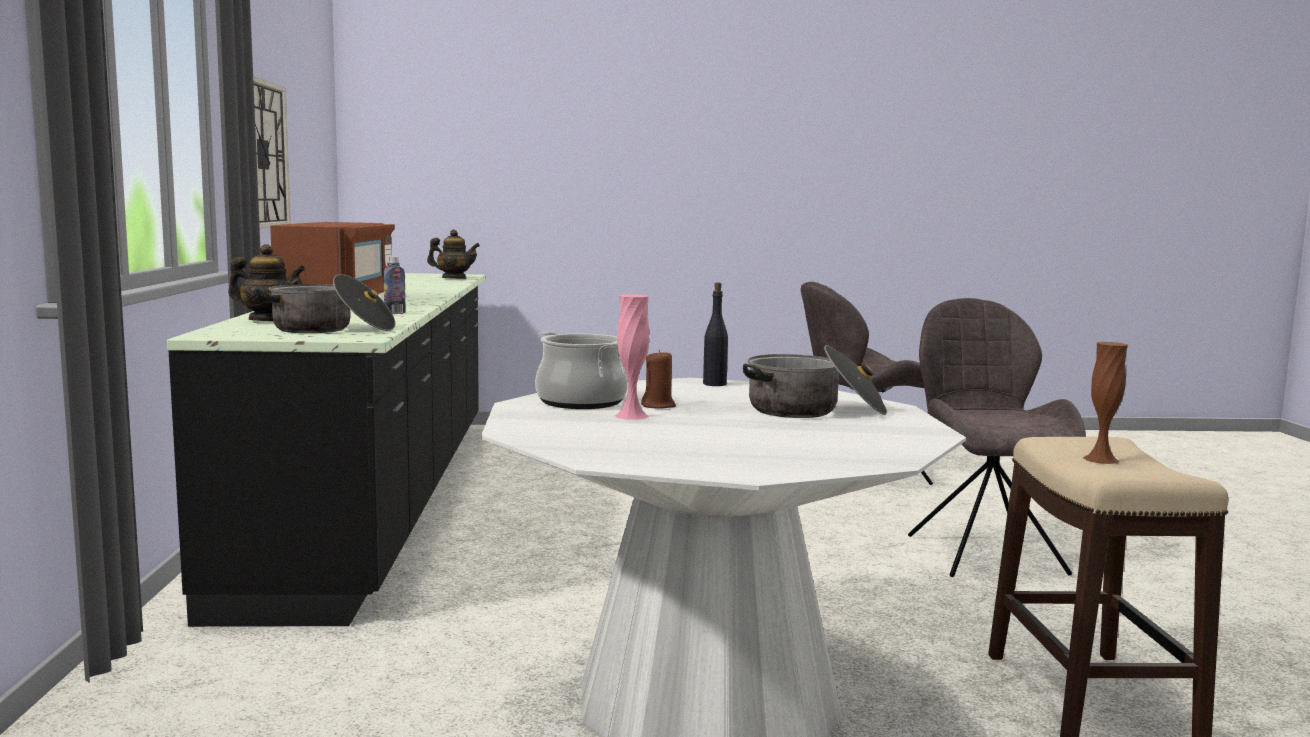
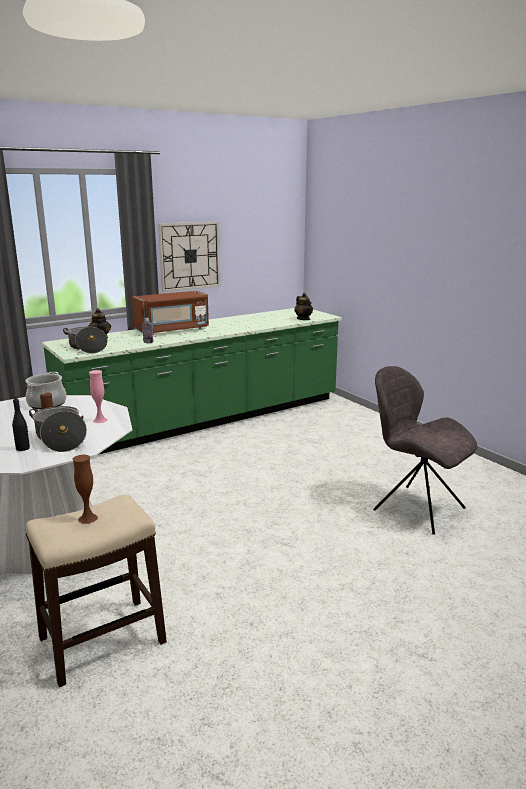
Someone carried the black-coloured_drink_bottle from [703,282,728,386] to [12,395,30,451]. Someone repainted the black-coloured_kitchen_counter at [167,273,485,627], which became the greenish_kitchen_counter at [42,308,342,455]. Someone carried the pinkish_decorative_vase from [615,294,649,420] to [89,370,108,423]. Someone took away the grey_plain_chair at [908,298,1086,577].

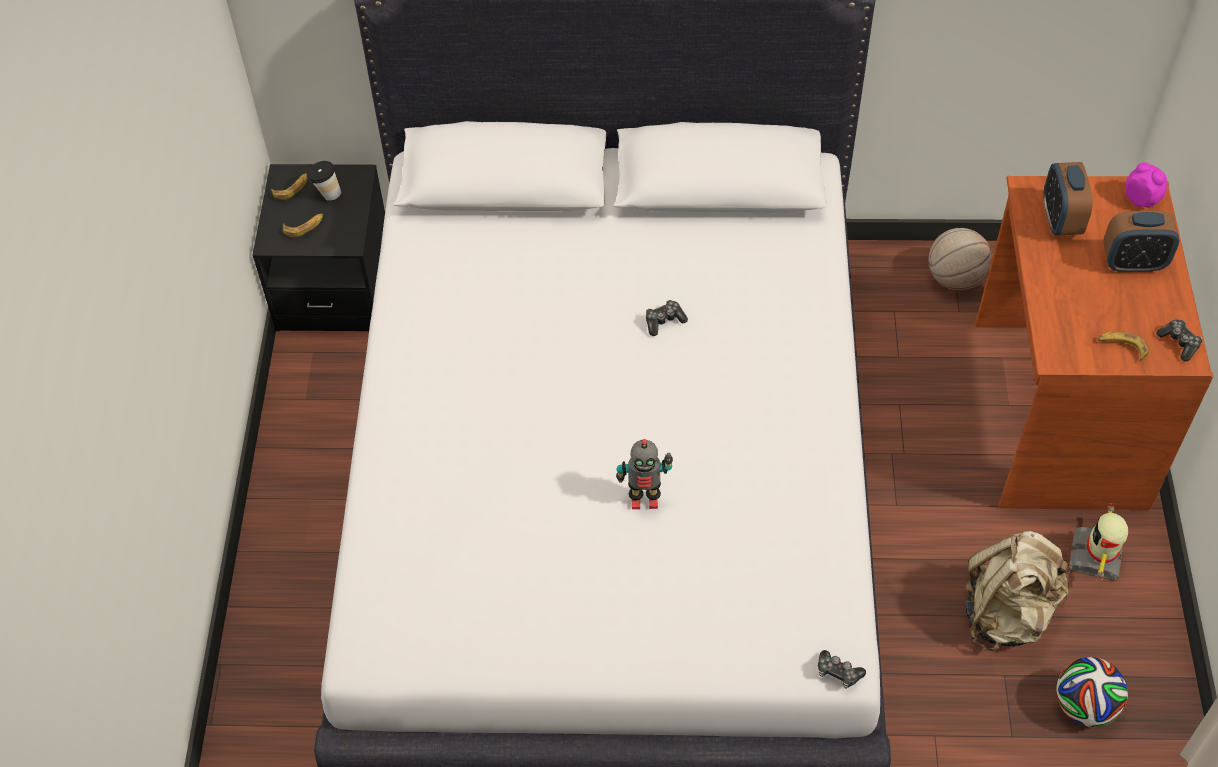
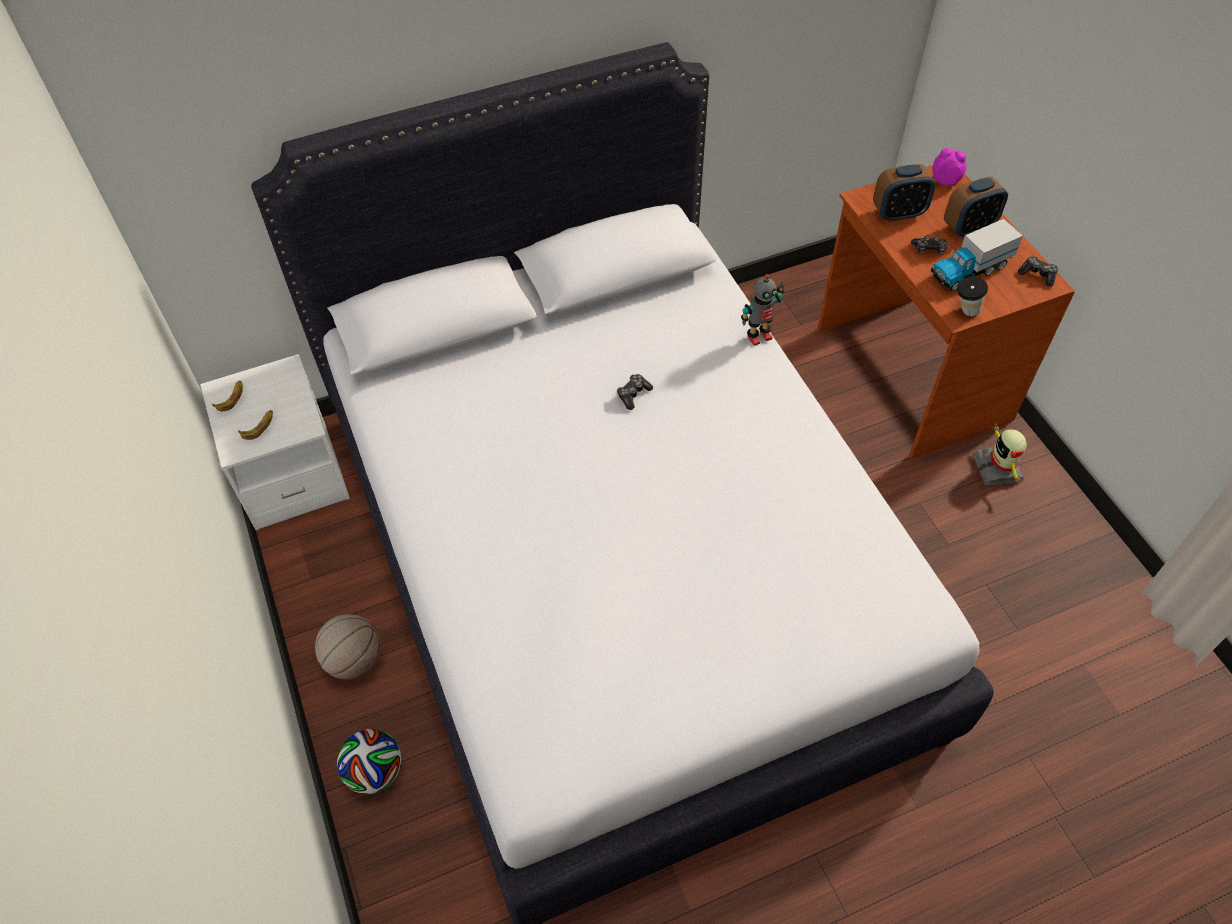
Someone repainted the black-coloured_bedside_table at [252,164,385,331], which became the white-coloured_bedside_table at [200,354,350,530]. Someone carried the basketball_ball from [928,228,993,290] to [315,614,382,679]. Someone carried the football from [1056,657,1128,727] to [337,729,401,794]. Someone carried the model_robot from [616,439,673,509] to [741,274,784,346]. Someone rotated the alarm_clock at [1043,162,1093,236] by 75 degrees counterclockwise. Someone carried the game_controller from [818,650,866,688] to [911,235,948,255]. Someone put down the model_truck at [931,219,1023,291]. Someone carried the cup from [307,161,341,201] to [957,277,988,316]. Someone took away the beige-coloured_backpack at [966,531,1072,651]. Someone took away the banana at [1098,331,1149,362].

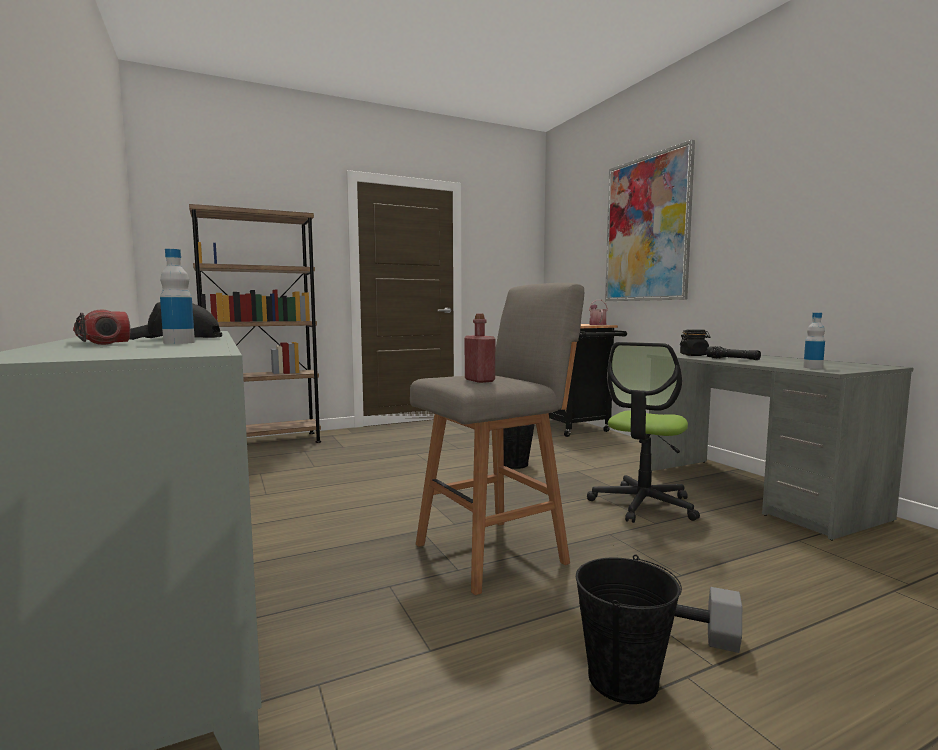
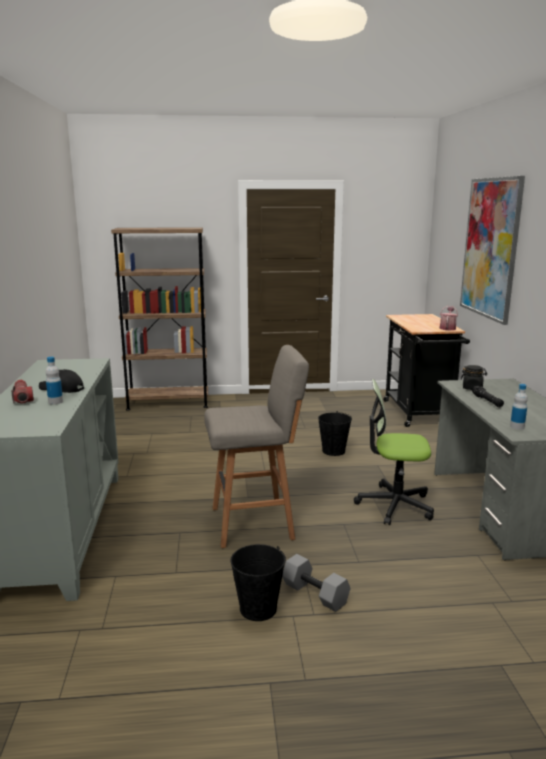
Someone rotated the office_chair at [587,342,700,523] by 45 degrees clockwise. Someone took away the red-coloured_drink_bottle at [464,314,496,383].

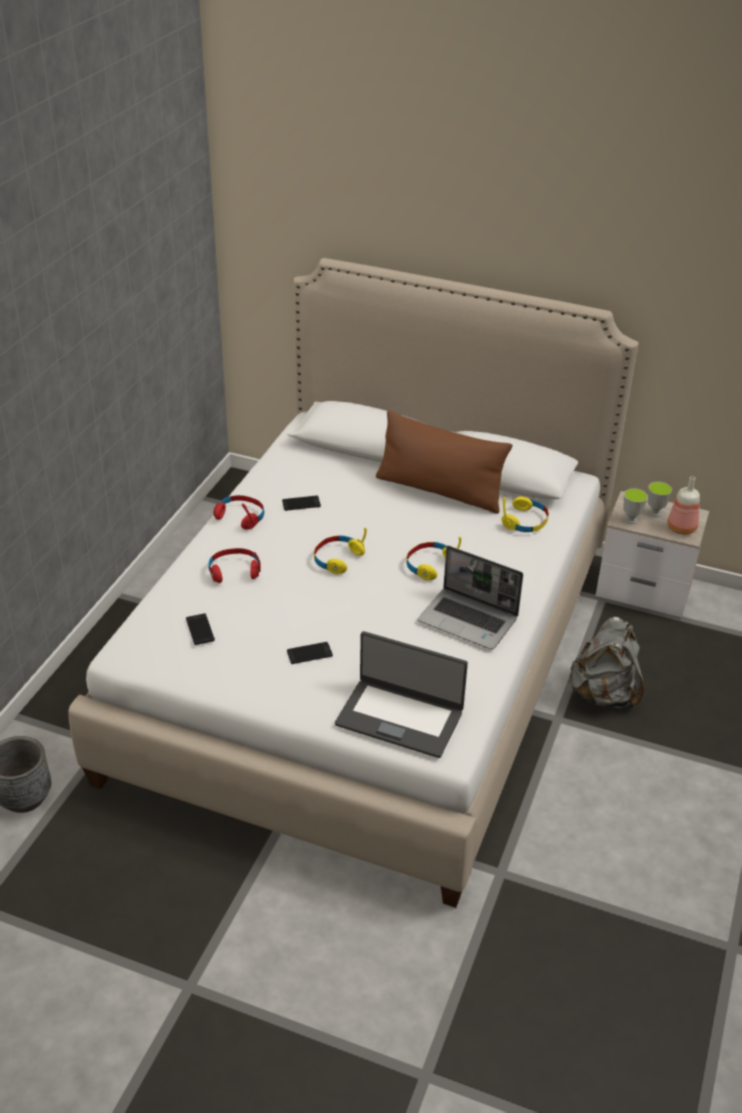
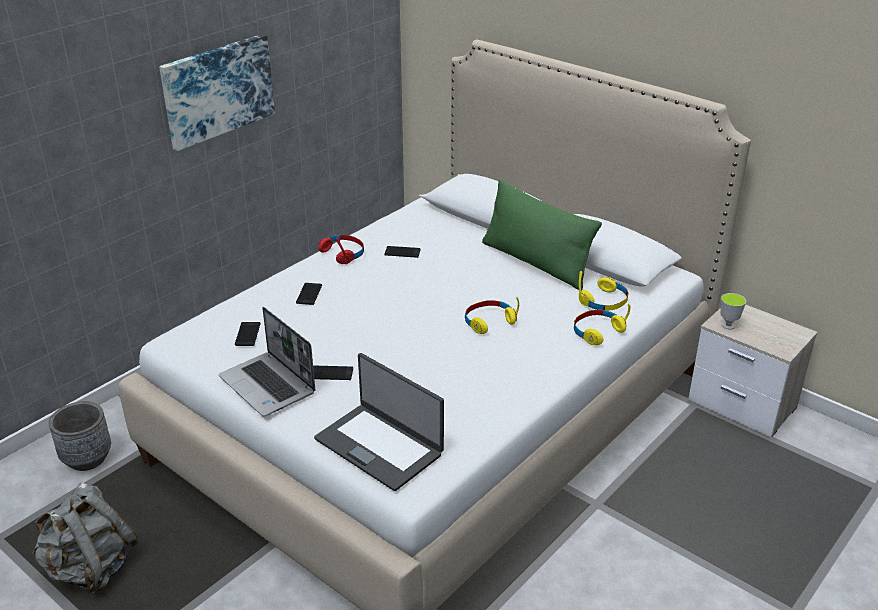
Someone carried the grey_backpack from [568,617,644,710] to [32,483,138,594]. Someone put up the wall_art at [159,34,275,151]. Someone carried the portable_computer from [418,546,523,650] to [219,307,316,417]. Someone swapped the red-coloured_headset at [208,548,261,583] for the phone at [296,283,322,305]. Someone repainted the brownish_throw_pillow at [376,410,513,514], which became the greenish_throw_pillow at [482,180,602,290]. Someone carried the yellow-coloured_headset from [314,527,367,574] to [574,304,631,345]. Someone took away the cup at [648,482,672,517]. Someone took away the drink_bottle at [668,476,700,535].

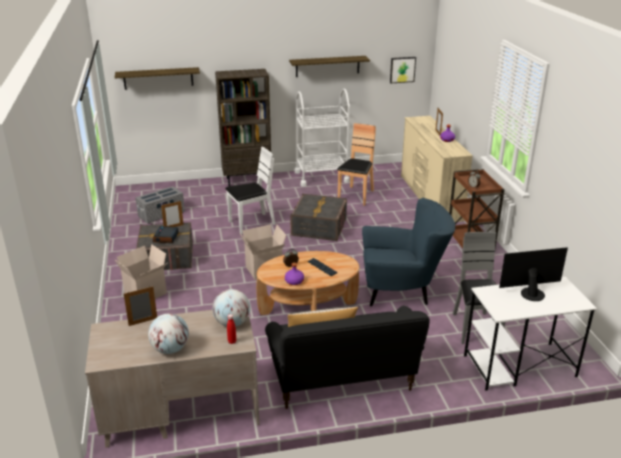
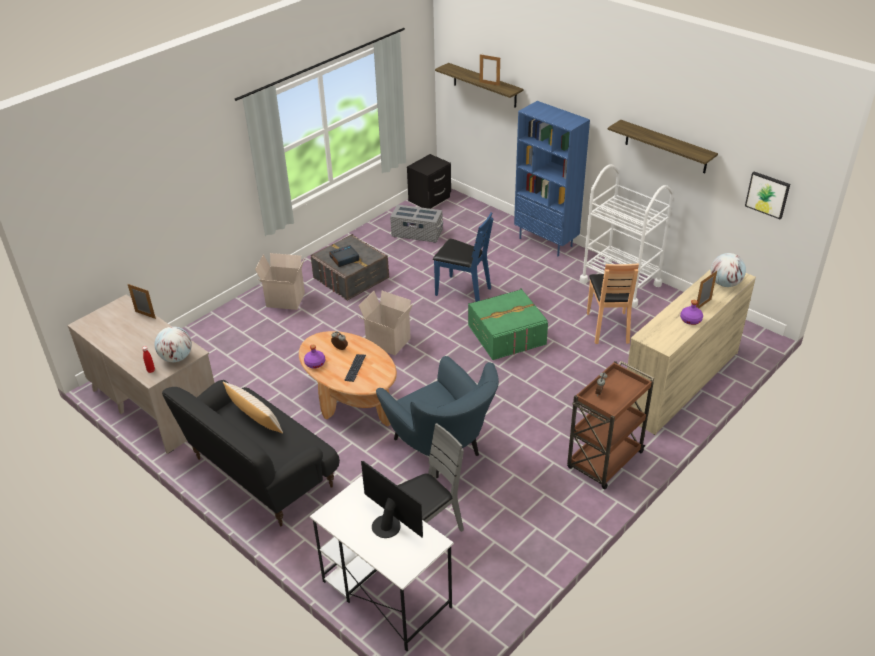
Someone put down the black-coloured_bedside_table at [407,154,451,209]. Someone repainted the white-coloured_plain_chair at [225,146,276,234], which became the bluish_plain_chair at [433,213,494,302]. Someone repainted the grey_storage_container at [290,194,347,241], which became the greenish_storage_container at [468,289,548,360]. Someone carried the photo_frame from [161,201,183,227] to [480,54,500,86]. Someone repainted the brownish_bookshelf at [215,69,271,186], which became the bluish_bookshelf at [514,101,590,256]. Someone rotated the brownish_plain_chair at [337,123,376,206] by 105 degrees clockwise. Someone carried the globe from [148,314,189,354] to [710,253,746,287].

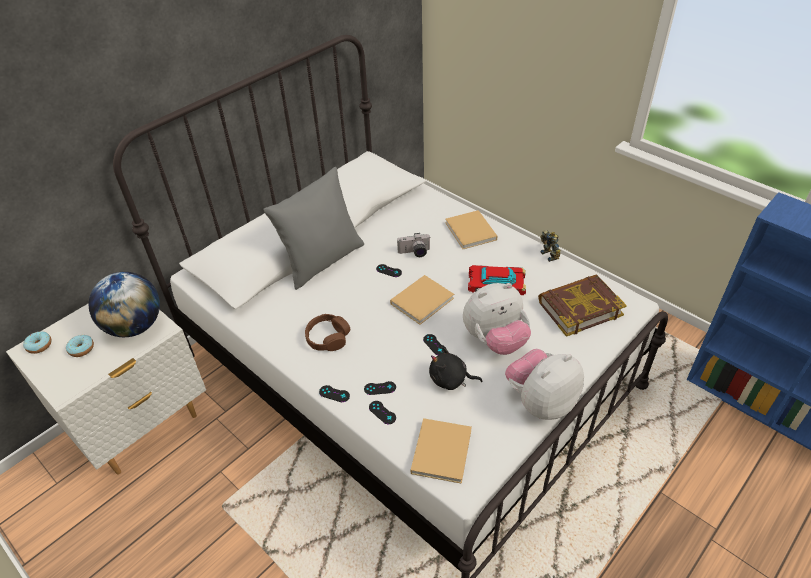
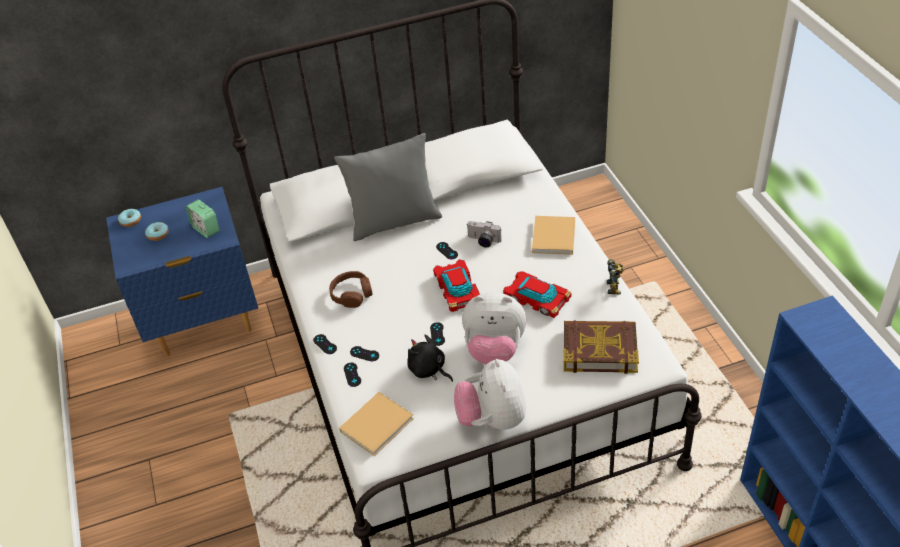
Someone repainted the white-coloured_bedside_table at [6,303,206,474], which became the bluish_bedside_table at [106,187,258,356]. Someone swapped the globe at [89,272,160,337] for the alarm_clock at [186,200,219,238]. Someone swapped the beige-coloured_bound_book at [390,275,454,325] for the toy_car at [433,259,480,312]. Someone rotated the plush_toy at [505,349,584,420] by 90 degrees counterclockwise.

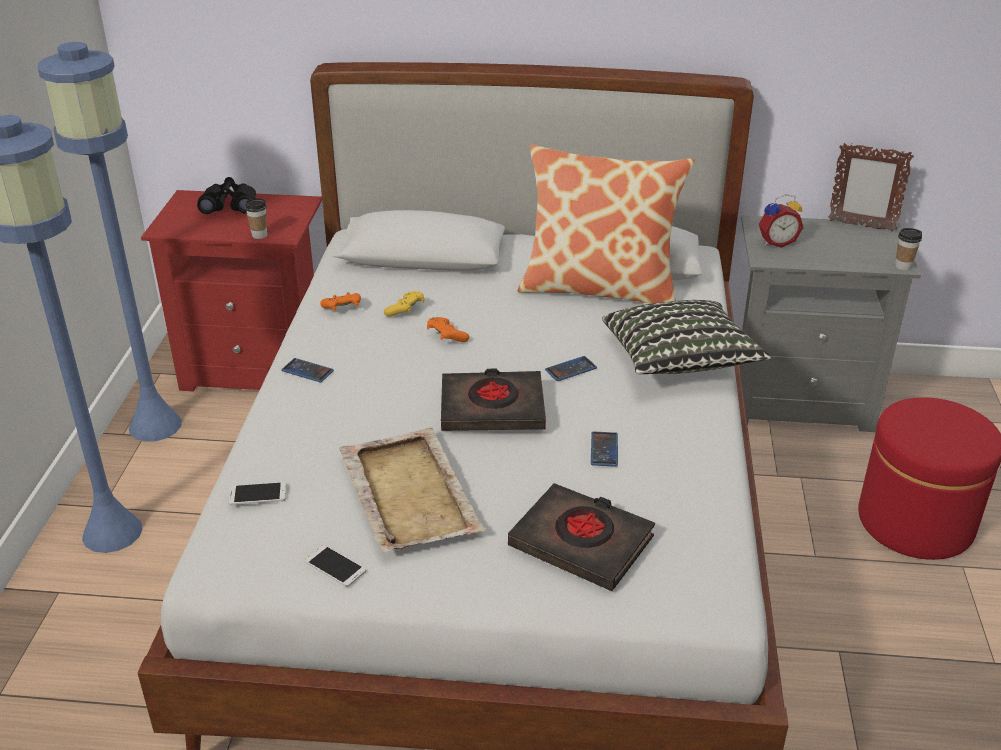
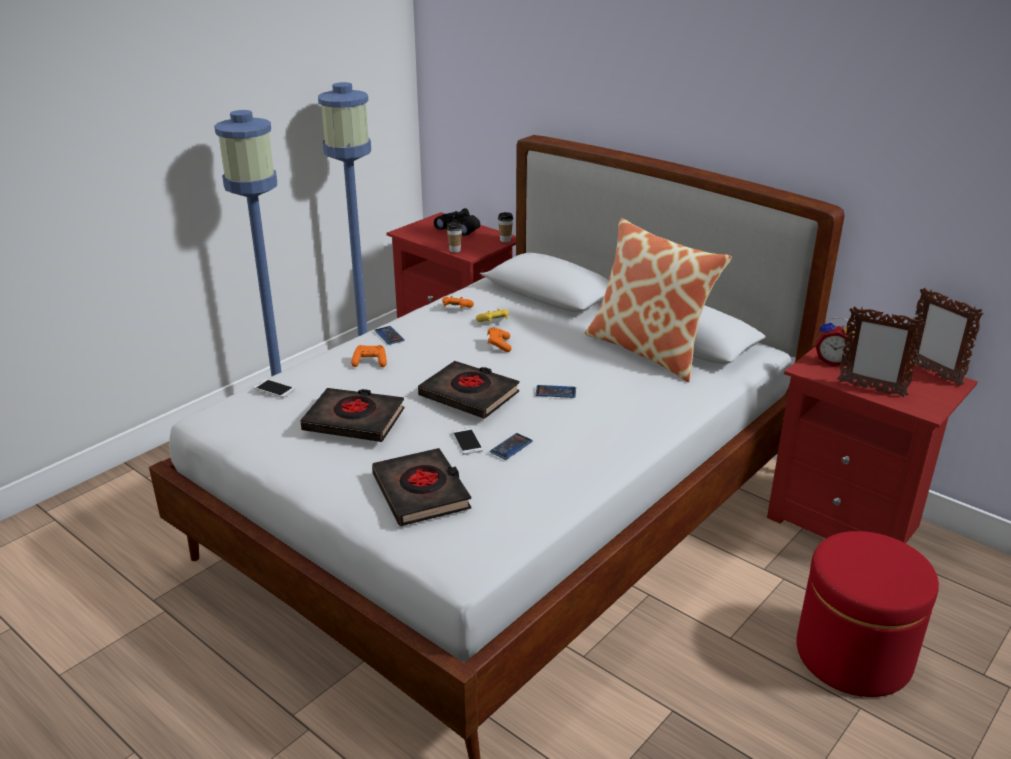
Someone swapped the beige-coloured_carrying_tray at [339,428,486,552] for the black-coloured_bound_book at [300,388,405,442]. Someone put down the orangey_game_controller at [351,345,387,367]. Someone carried the phone from [305,545,366,587] to [452,428,483,455]. Someone carried the cup from [895,228,922,271] to [498,212,513,242]. Someone repainted the grey_bedside_table at [740,215,921,432], which became the red-coloured_bedside_table at [767,347,978,543]. Someone put down the photo_frame at [838,306,926,397]. Someone took away the throw_pillow at [602,300,771,374].

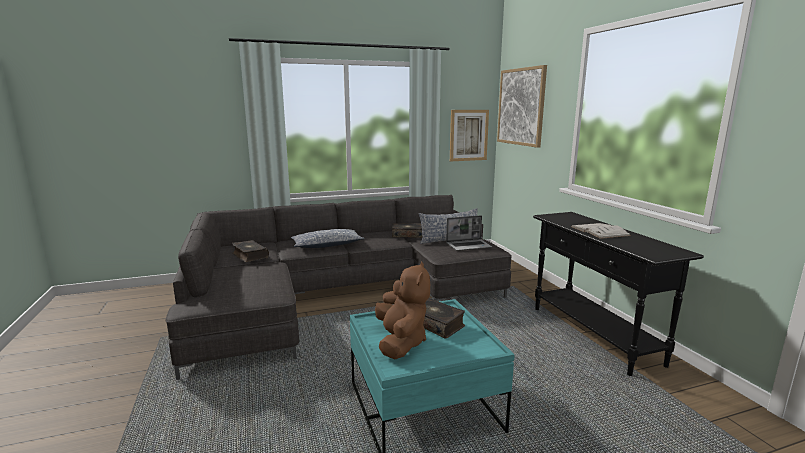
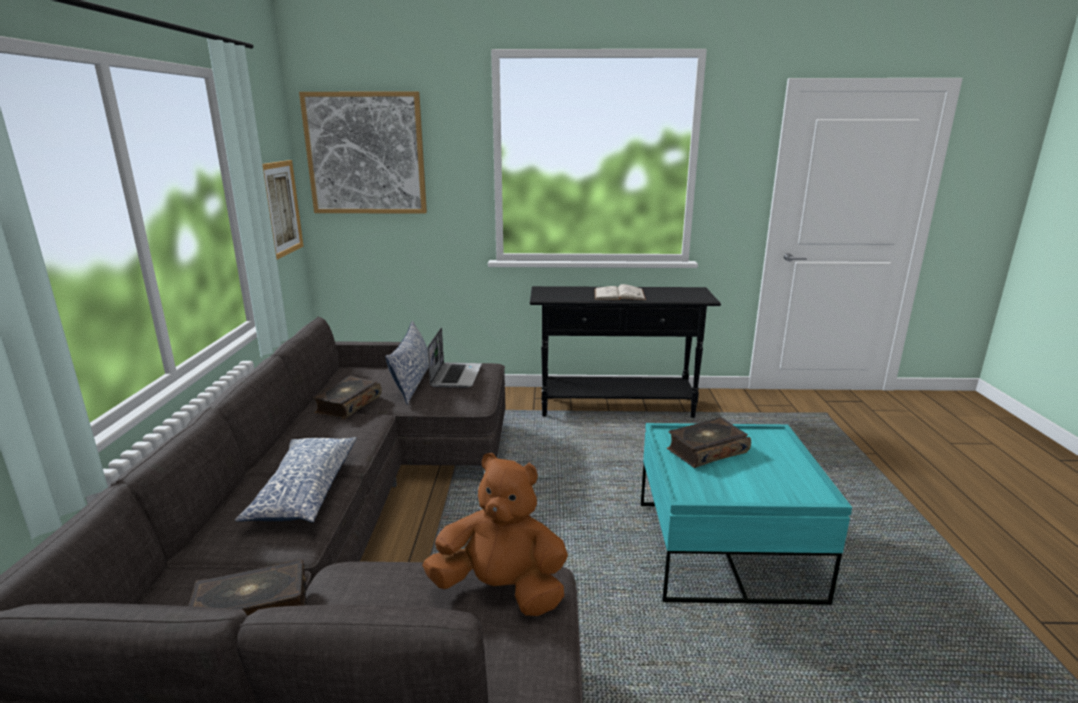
Someone carried the brownish_plush_toy from [375,261,430,359] to [422,453,568,616].

